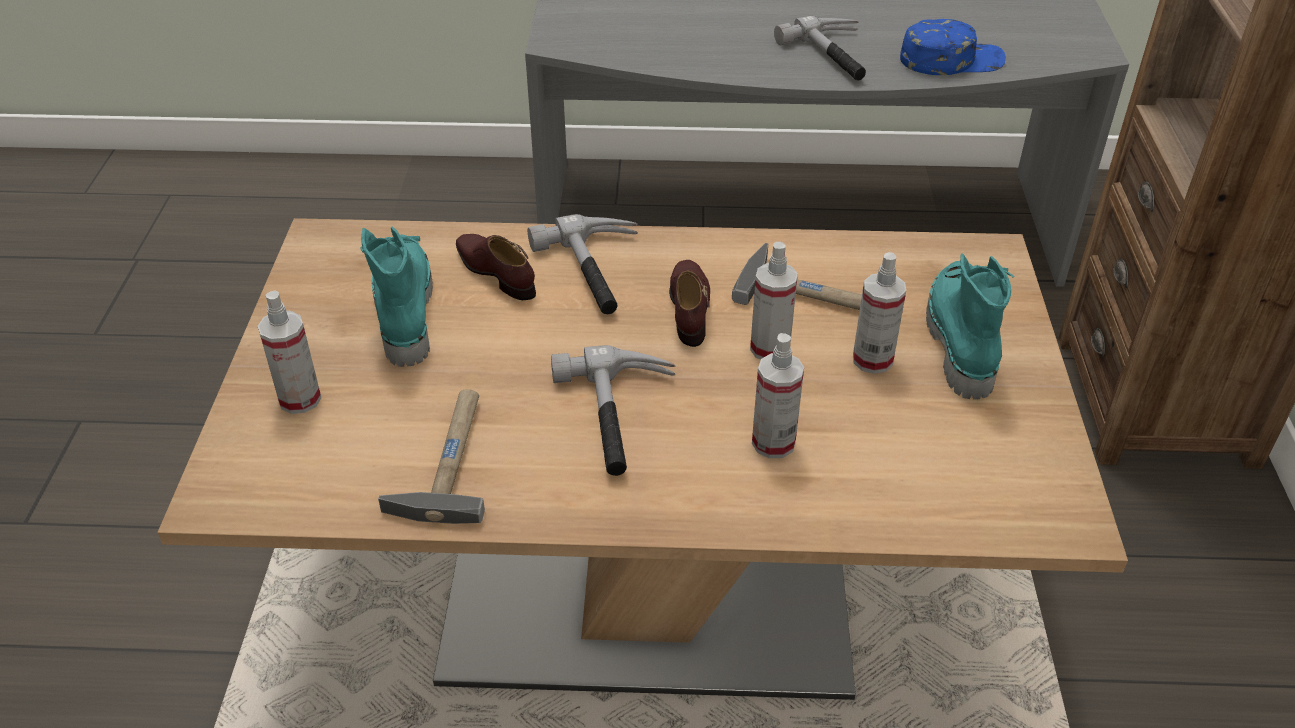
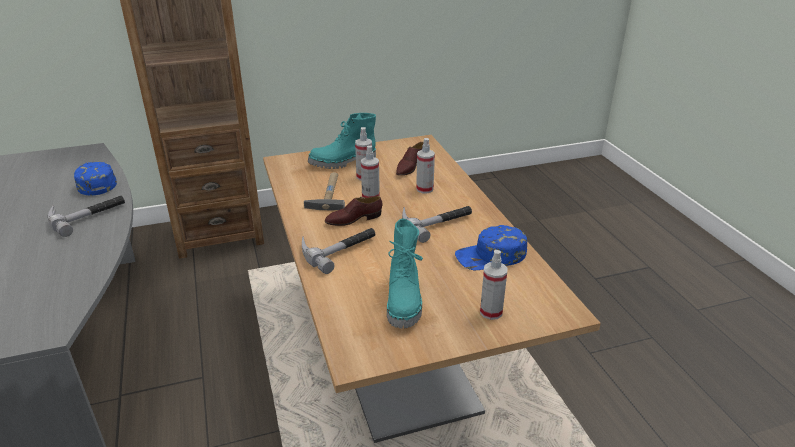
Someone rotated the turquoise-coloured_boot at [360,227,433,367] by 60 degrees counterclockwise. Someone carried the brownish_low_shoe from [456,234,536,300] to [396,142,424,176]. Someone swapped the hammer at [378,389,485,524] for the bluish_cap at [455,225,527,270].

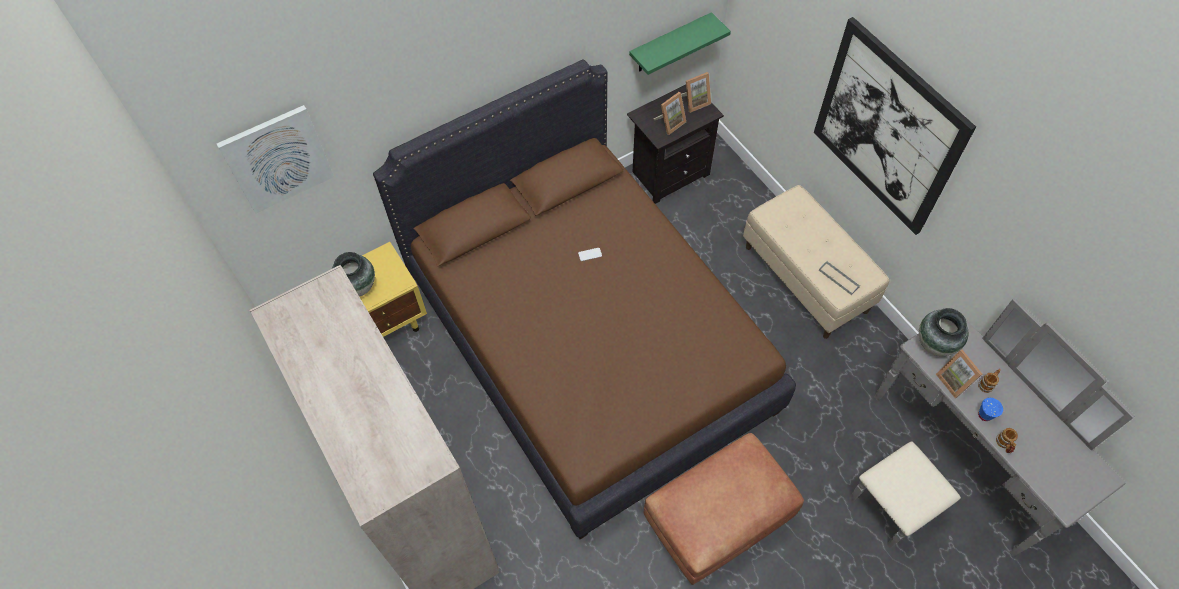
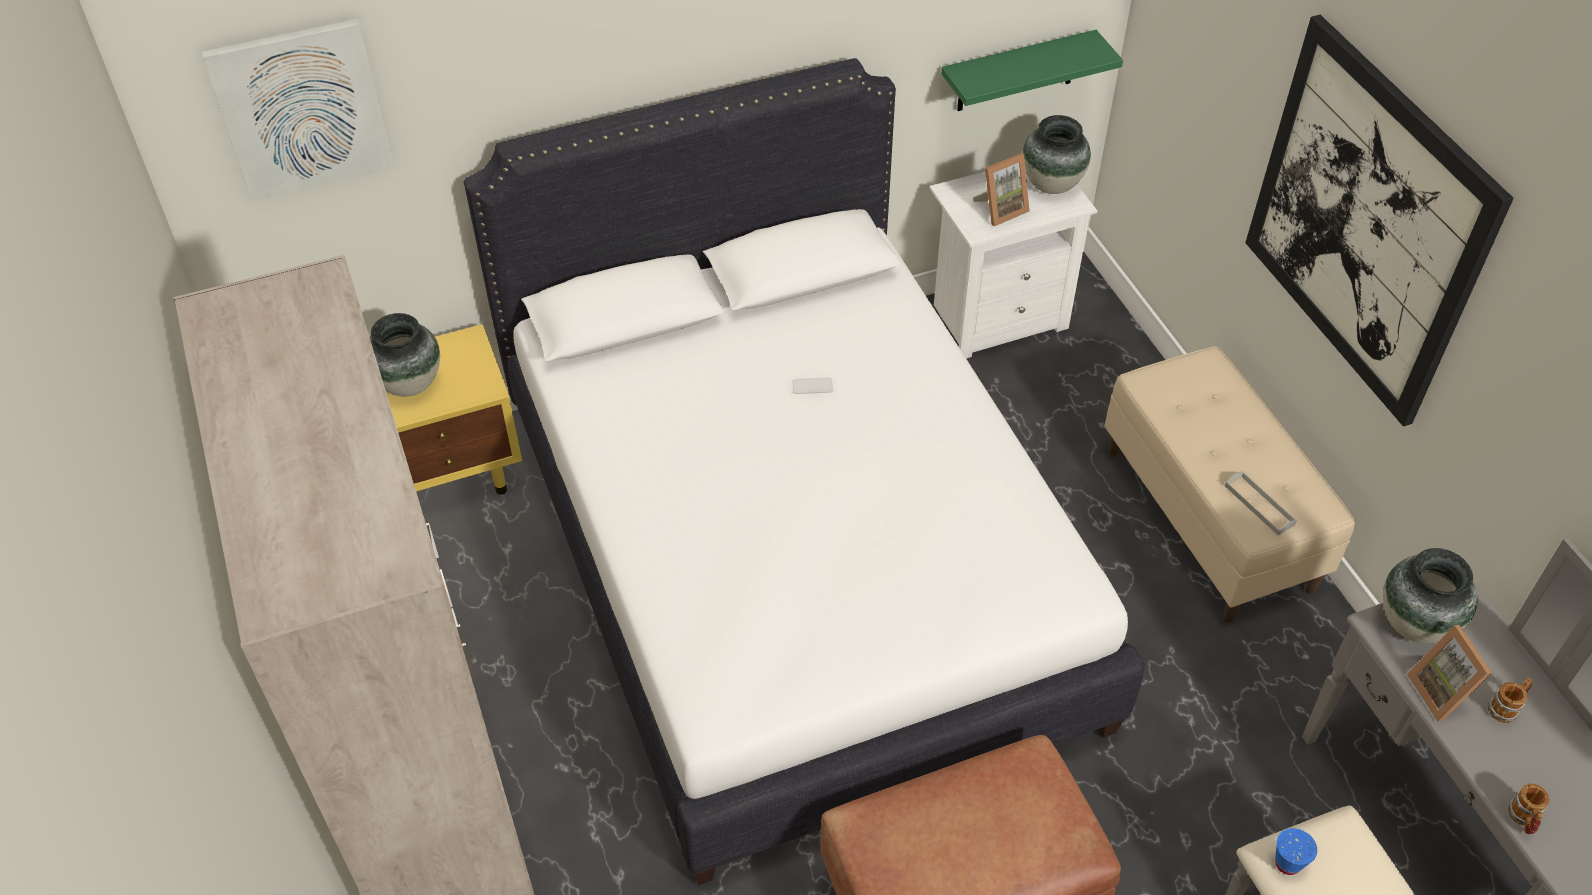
Someone repainted the brownish_bedroom_bed at [373,60,796,539], which became the white-coloured_bedroom_bed at [464,58,1145,885]. Someone repainted the black-coloured_bedside_table at [627,85,724,204], which became the white-coloured_bedside_table at [929,172,1097,358]. Someone swapped the photo_frame at [681,72,711,113] for the decorative_vase at [1022,115,1091,194]. Someone carried the bluish_cup from [978,398,1003,421] to [1275,828,1317,875].

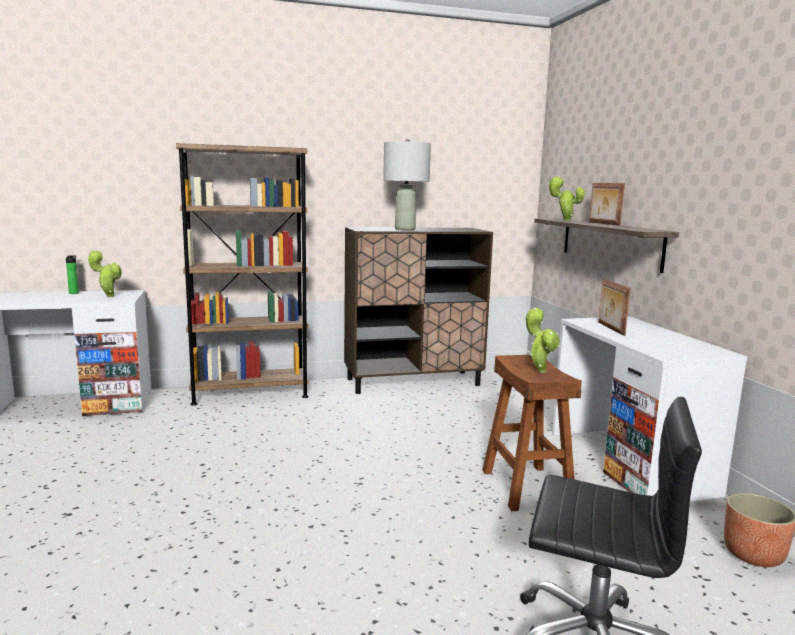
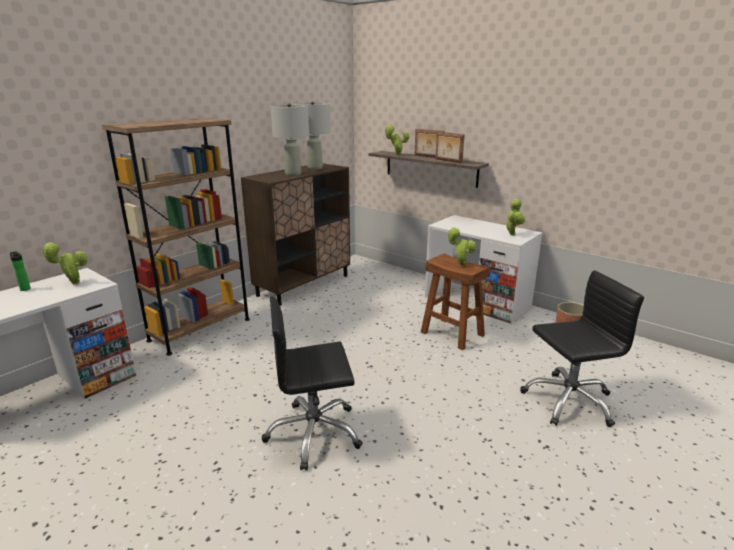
Someone put down the black-coloured_office_chair at [262,296,363,471]. Someone put down the grey_table_lamp at [295,101,331,170]. Someone carried the photo_frame from [598,279,631,336] to [435,131,465,163]. Someone put down the houseplant at [505,199,525,236].

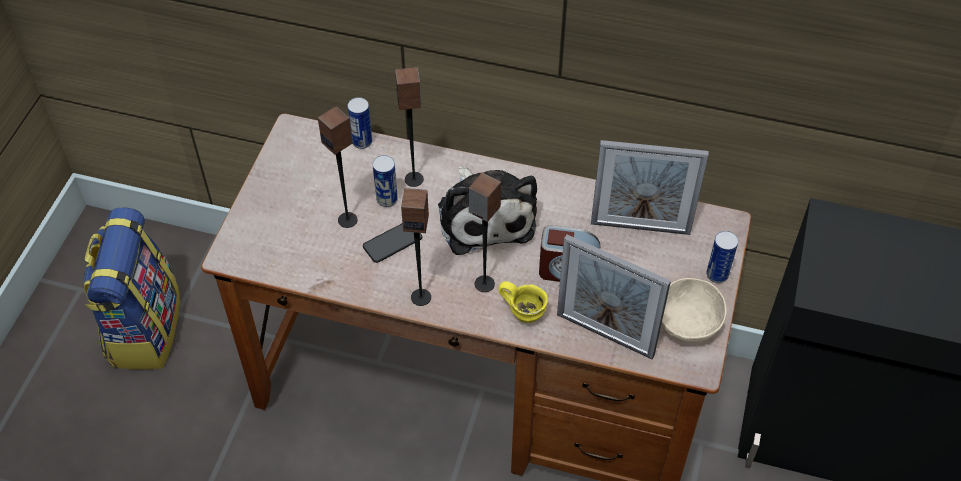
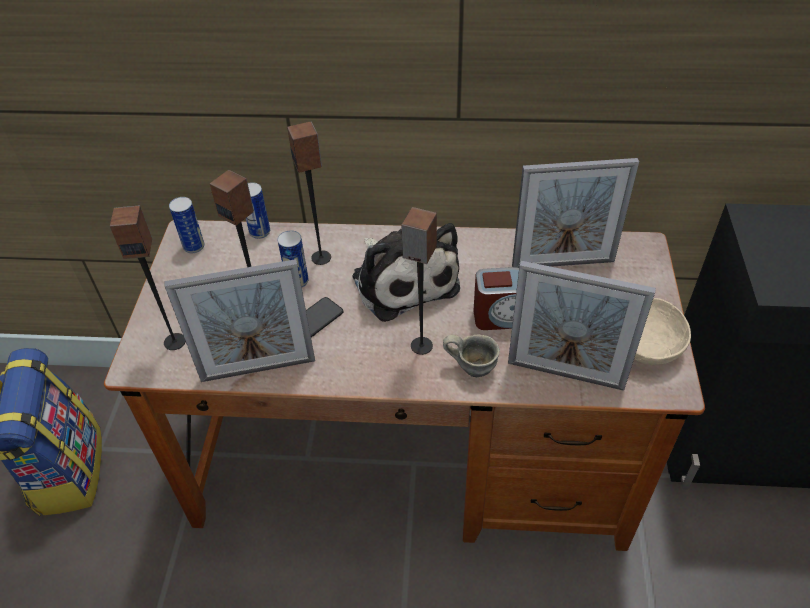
Someone carried the loudspeaker from [401,188,431,306] to [110,205,186,350]. Someone put down the photo_frame at [165,259,315,382]. Someone carried the can from [706,231,738,283] to [169,197,204,253]. Someone repainted the yellow-coloured_tea_mug at [499,281,548,323], which became the grey_tea_mug at [443,334,500,377].

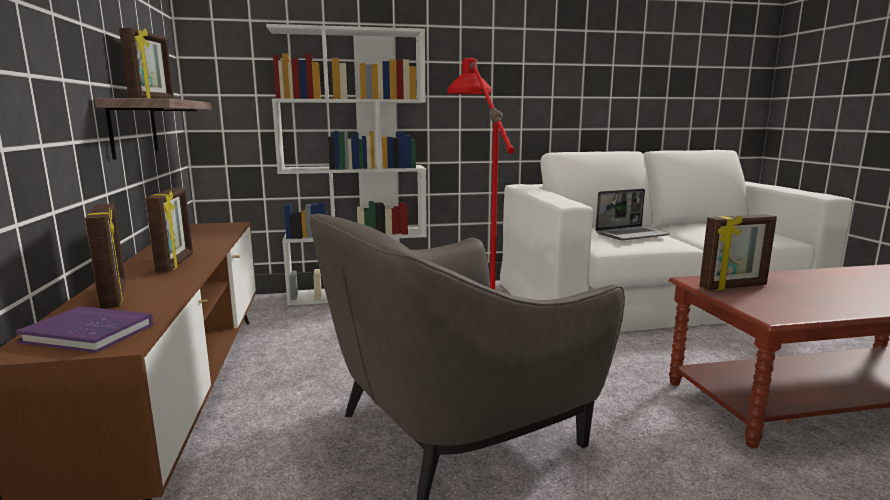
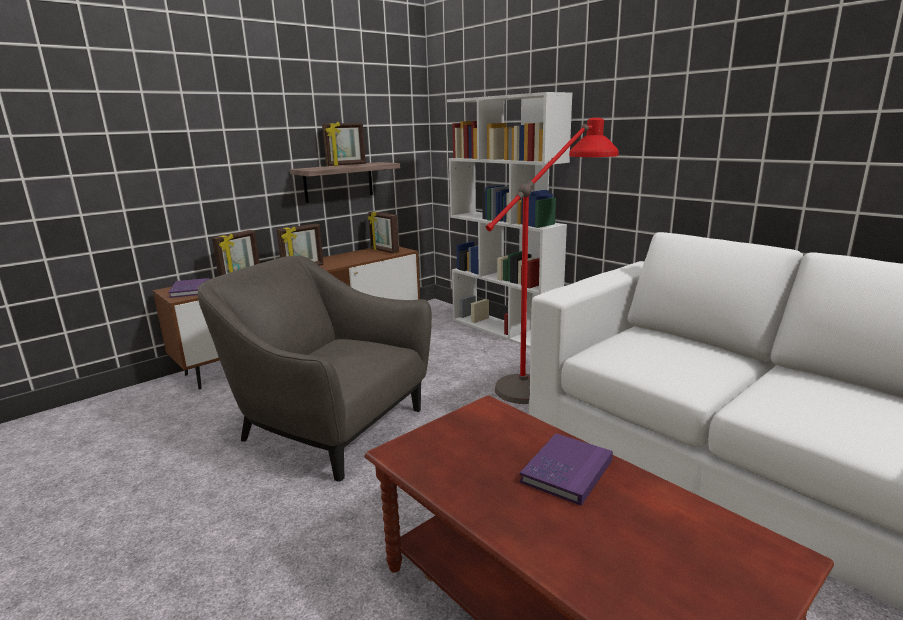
Someone carried the photo_frame from [699,214,777,290] to [368,211,399,253]. Someone put down the purple-coloured_bound_book at [520,433,613,506]. Someone took away the portable_computer at [595,189,670,240].

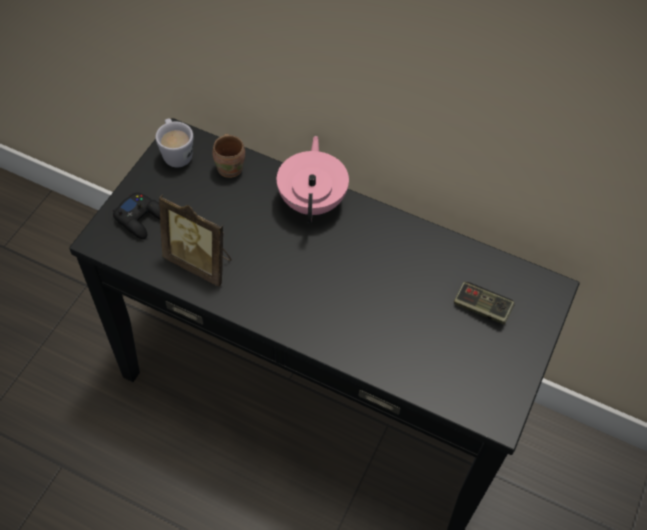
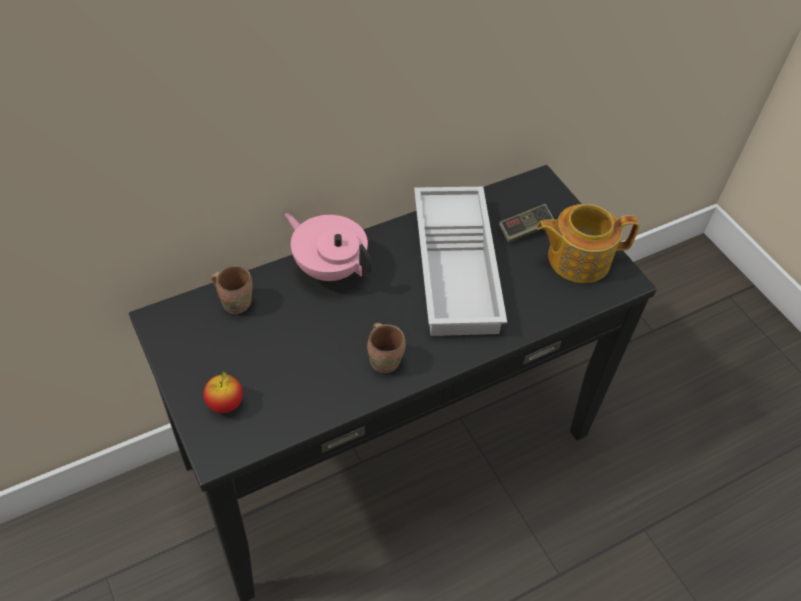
Someone swapped the black-coloured_game_controller at [113,192,160,239] for the apple_fruit at [203,371,243,413]. Someone put down the brownish_tea_mug at [367,323,406,373]. Someone put down the white-coloured_carrying_tray at [414,187,507,336]. Someone put down the tea_pot at [536,204,639,283]. Someone took away the white-coloured_tea_mug at [156,119,193,168]. Someone took away the photo_frame at [159,195,232,287].

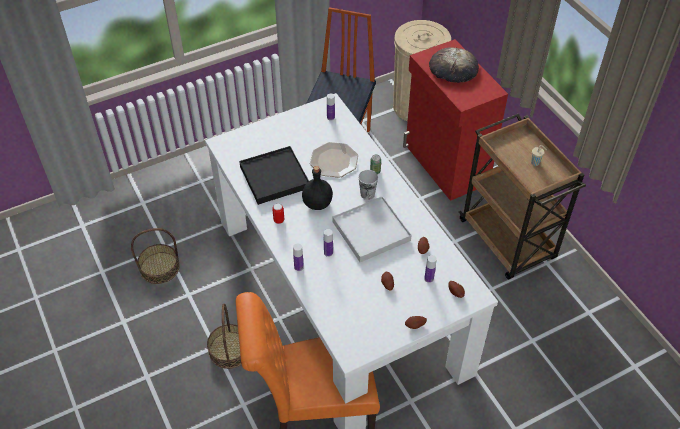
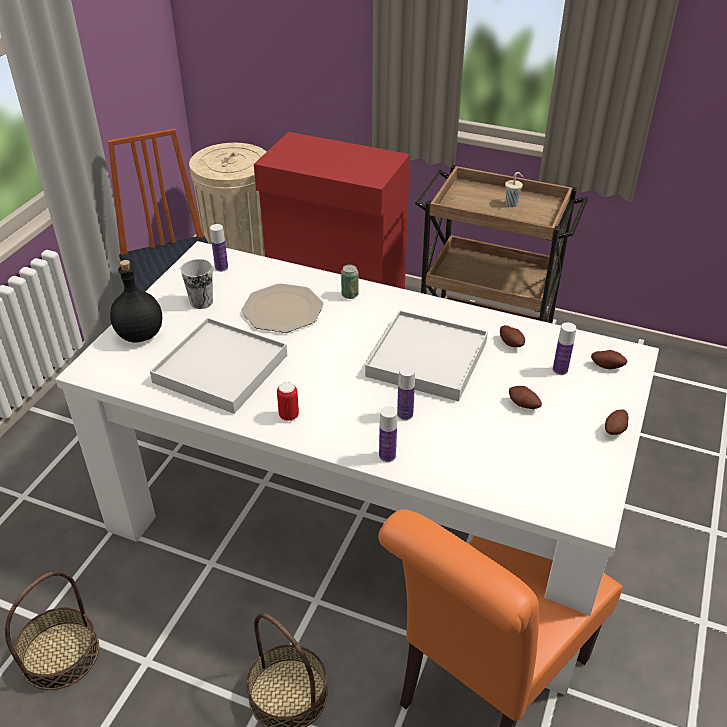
Someone carried the black-coloured_drink_bottle from [302,166,333,210] to [110,260,162,342]. Someone repainted the black-coloured_carrying_tray at [239,146,309,205], which became the white-coloured_carrying_tray at [150,318,287,414]. Someone carried the cup from [359,170,378,200] to [181,259,213,309]. Someone took away the baked_bread at [429,47,479,83].

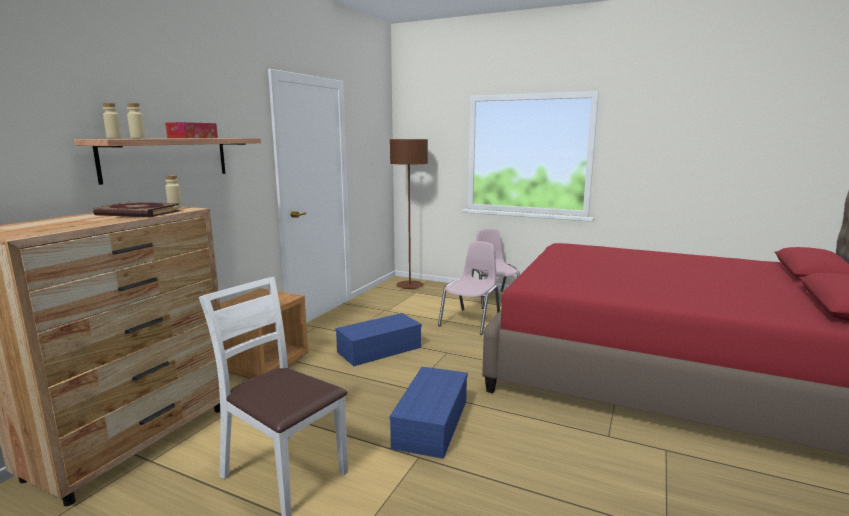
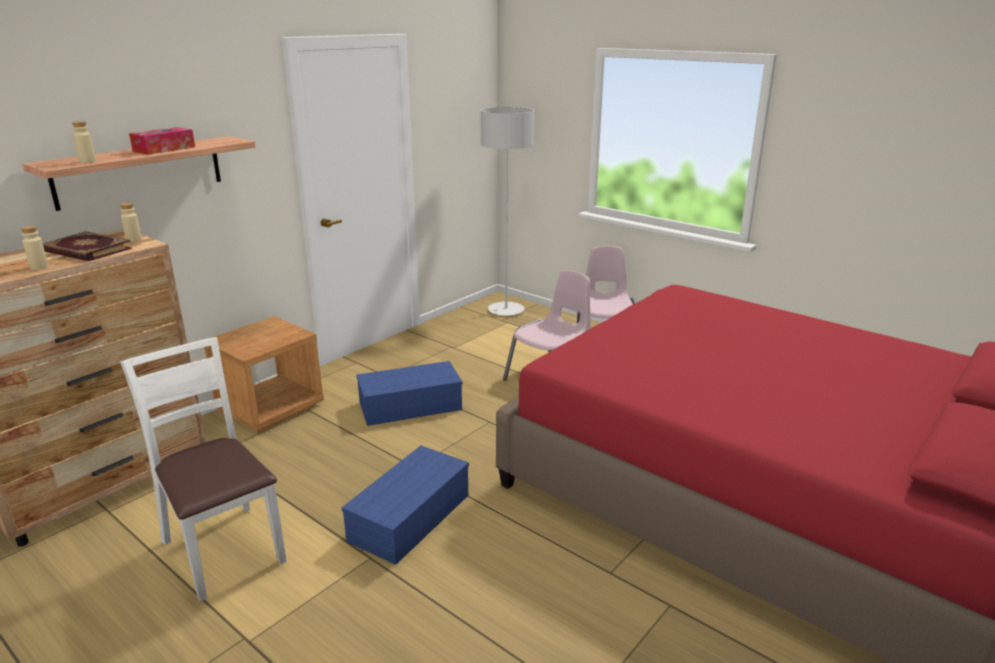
Someone carried the beige-coloured_drink_bottle from [103,103,122,139] to [21,226,48,270]. Someone repainted the brownish_floor_lamp at [390,139,428,289], which became the grey_floor_lamp at [480,107,534,316].

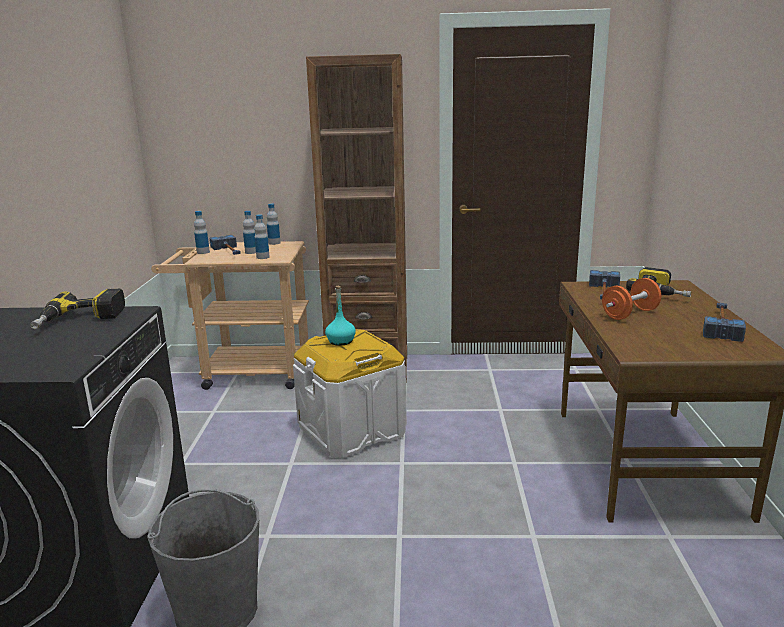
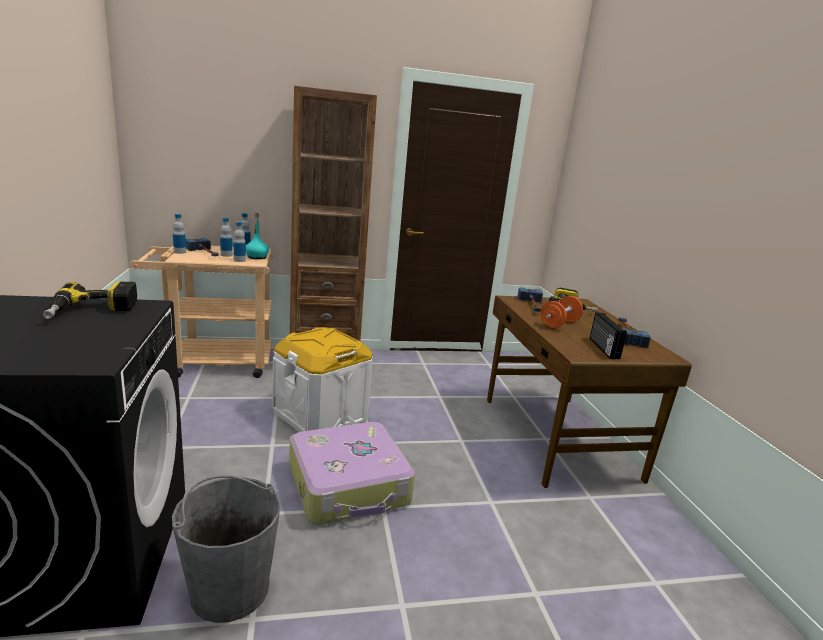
Someone carried the turquoise-coloured_drink_bottle from [325,286,356,346] to [246,213,269,259]. Someone put down the piece_of_luggage at [289,422,415,525]. Someone put down the radio_set at [590,312,627,359].

